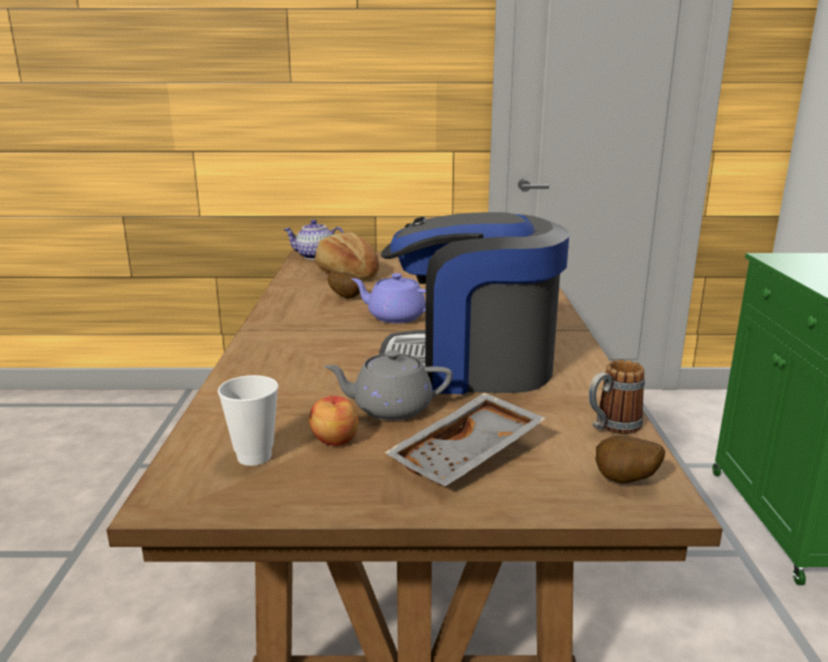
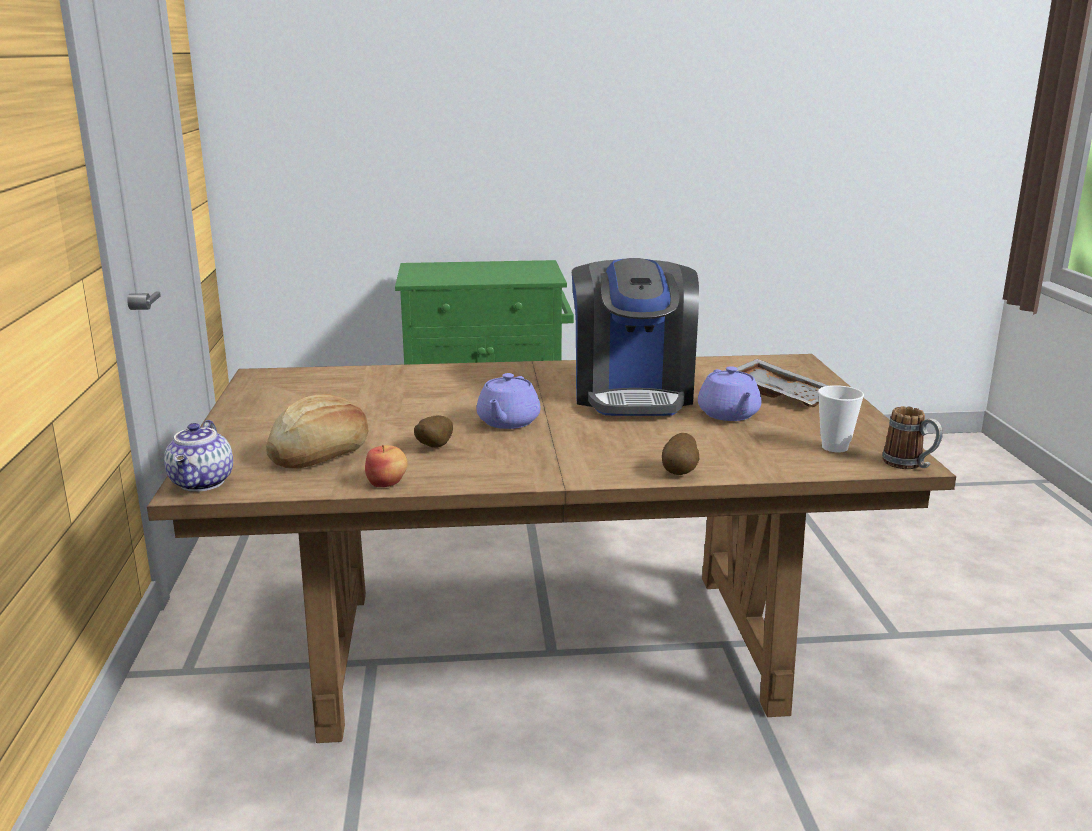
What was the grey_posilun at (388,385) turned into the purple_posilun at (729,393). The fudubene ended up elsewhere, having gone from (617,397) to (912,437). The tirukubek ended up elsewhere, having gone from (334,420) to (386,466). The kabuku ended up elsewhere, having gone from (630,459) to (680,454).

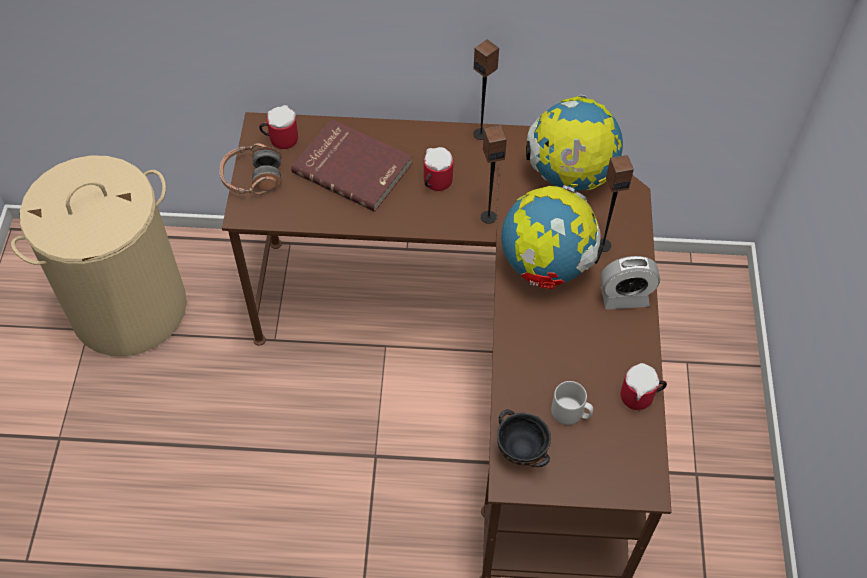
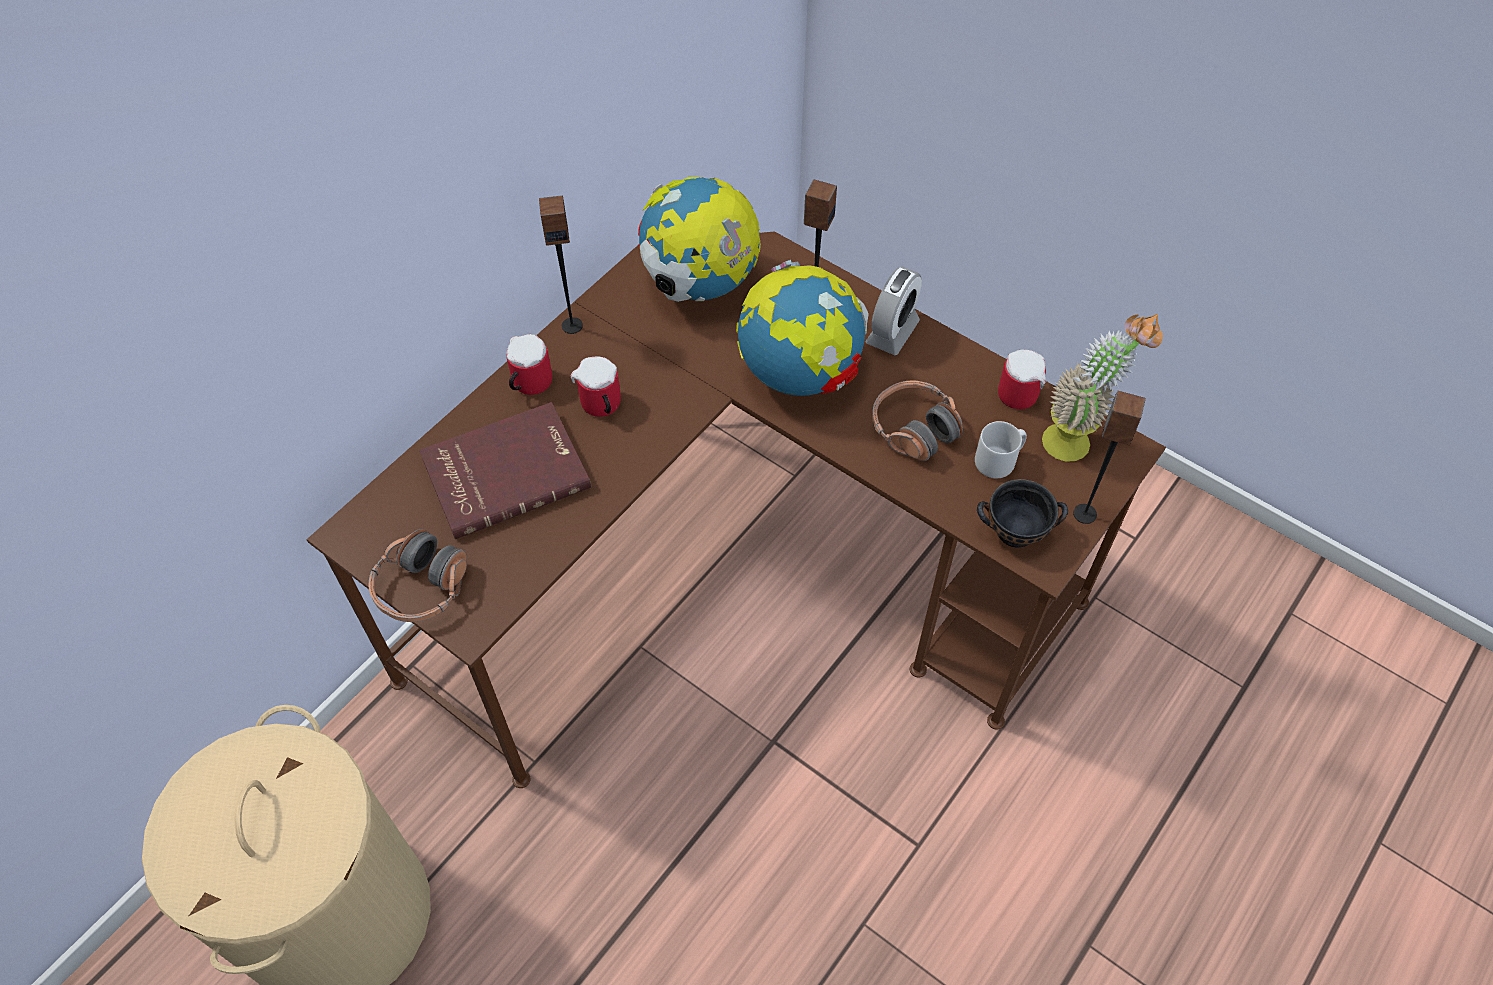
The fudubene ended up elsewhere, having gone from (278,127) to (529,364). The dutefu ended up elsewhere, having gone from (494,175) to (1109,457). The second view gained the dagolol at (1102,387). The second view gained the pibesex at (917,421).

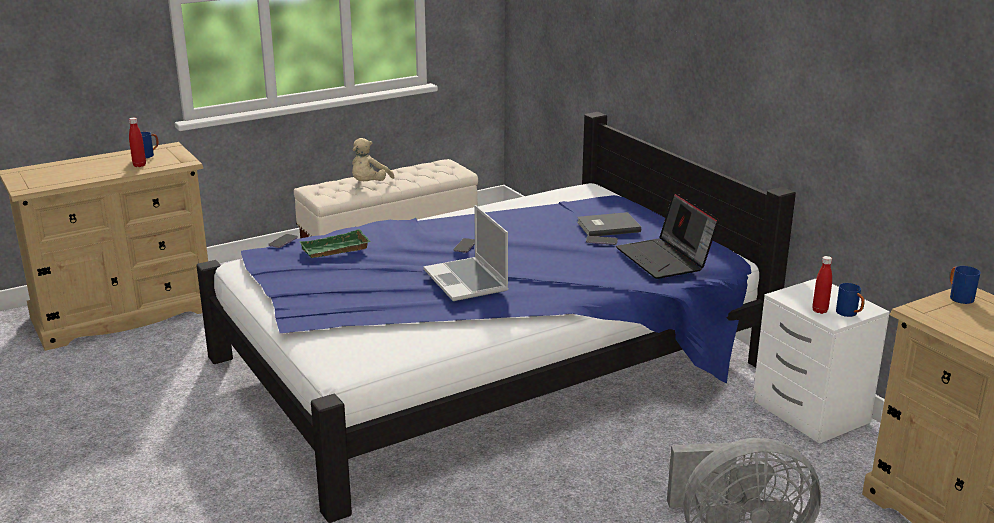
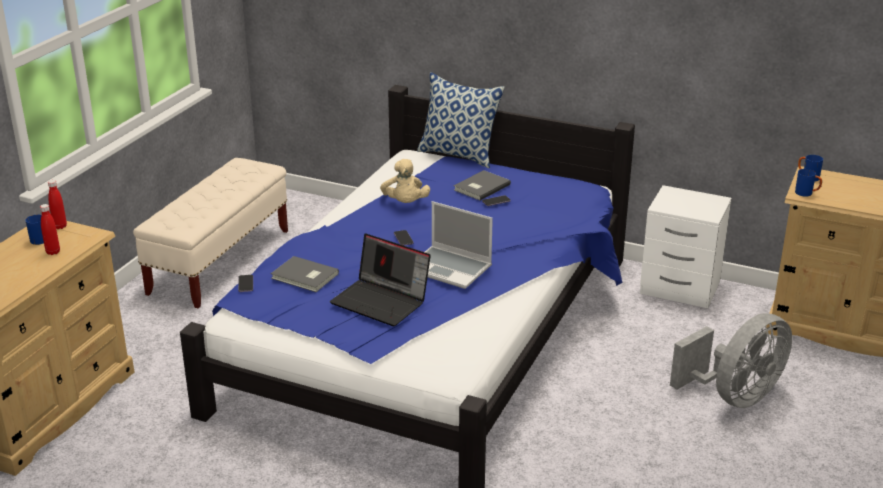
The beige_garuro ended up elsewhere, having gone from (373,159) to (405,181). The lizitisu ended up elsewhere, having gone from (667,235) to (380,279). Where the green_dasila stood at (335,243), the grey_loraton came to stand at (305,274). The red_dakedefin ended up elsewhere, having gone from (822,285) to (57,204). The blue_fudubene ended up elsewhere, having gone from (850,300) to (808,183). The second view gained the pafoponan at (461,120).

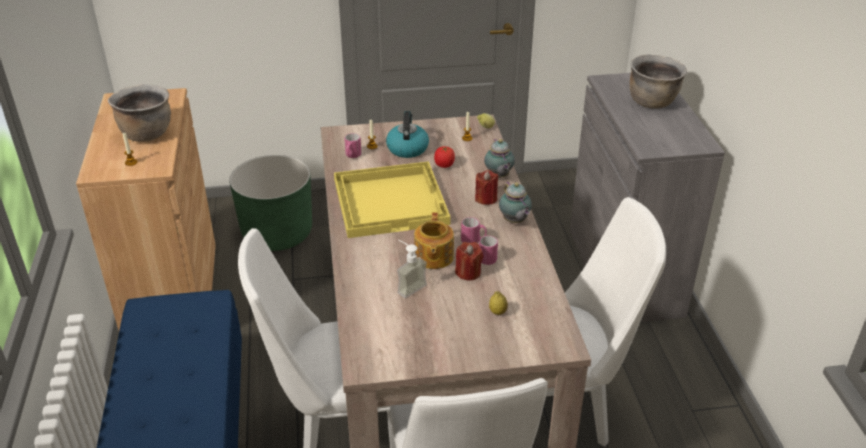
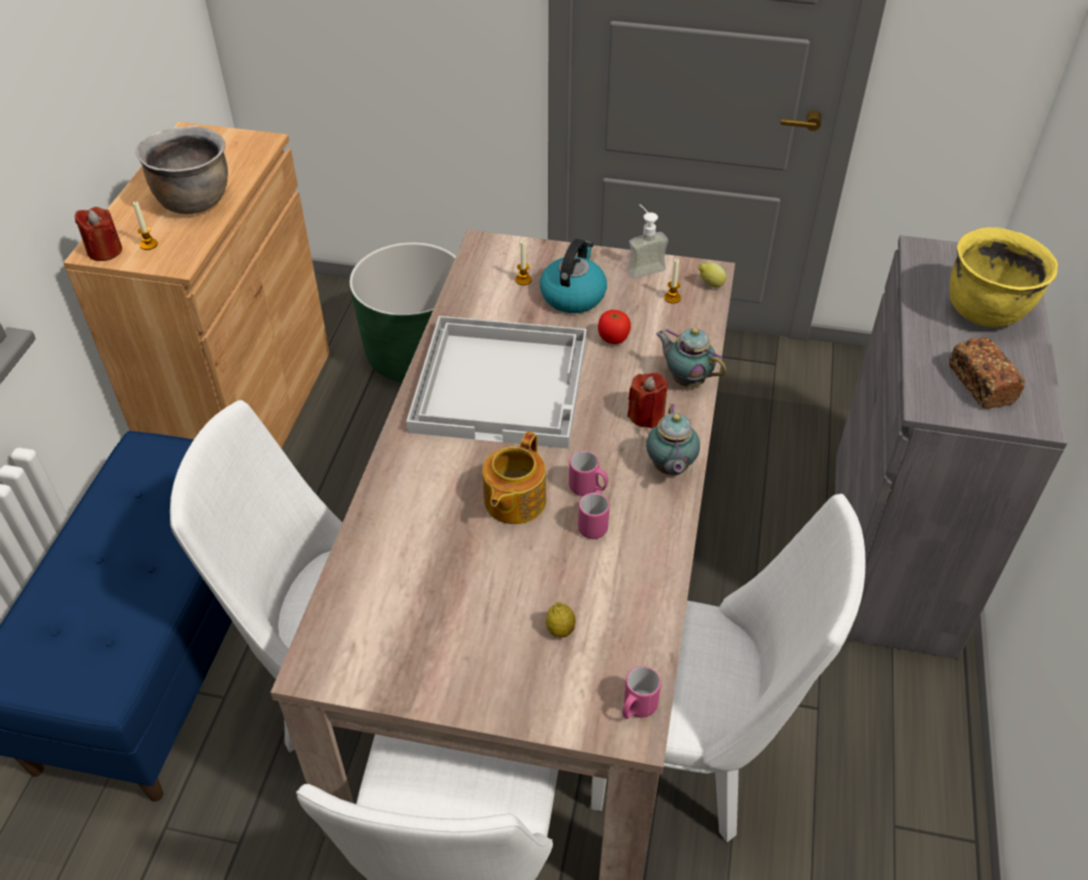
What was the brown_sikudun at (658,81) turned into the yellow_sikudun at (1004,277). The pink_fudubene ended up elsewhere, having gone from (352,145) to (641,692). The posilun at (499,158) ended up facing another way, 120 degrees clockwise from before. What was the yellow_dasila at (392,199) turned into the white_dasila at (496,382). The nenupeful ended up elsewhere, having gone from (412,269) to (647,241). The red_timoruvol ended up elsewhere, having gone from (469,261) to (98,234). The second view gained the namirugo at (987,373).

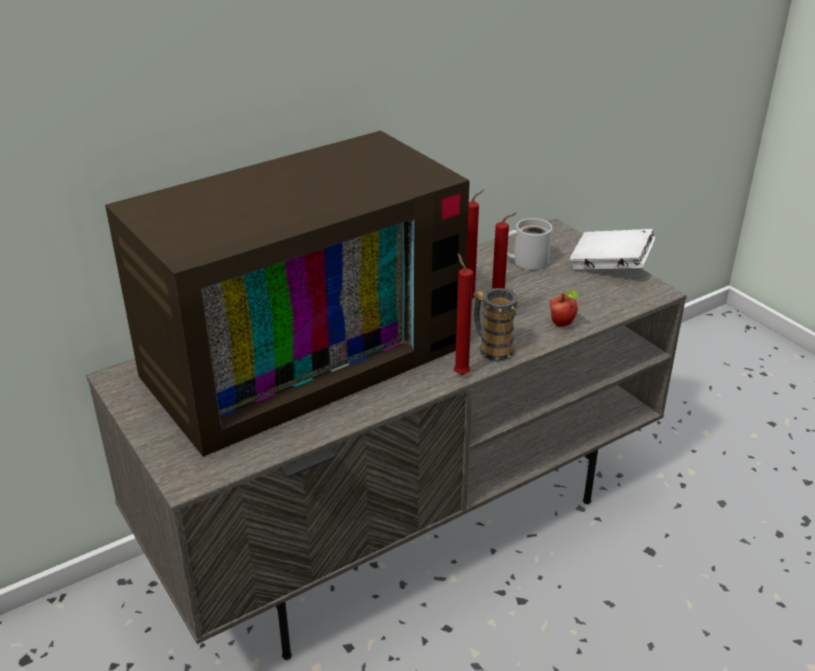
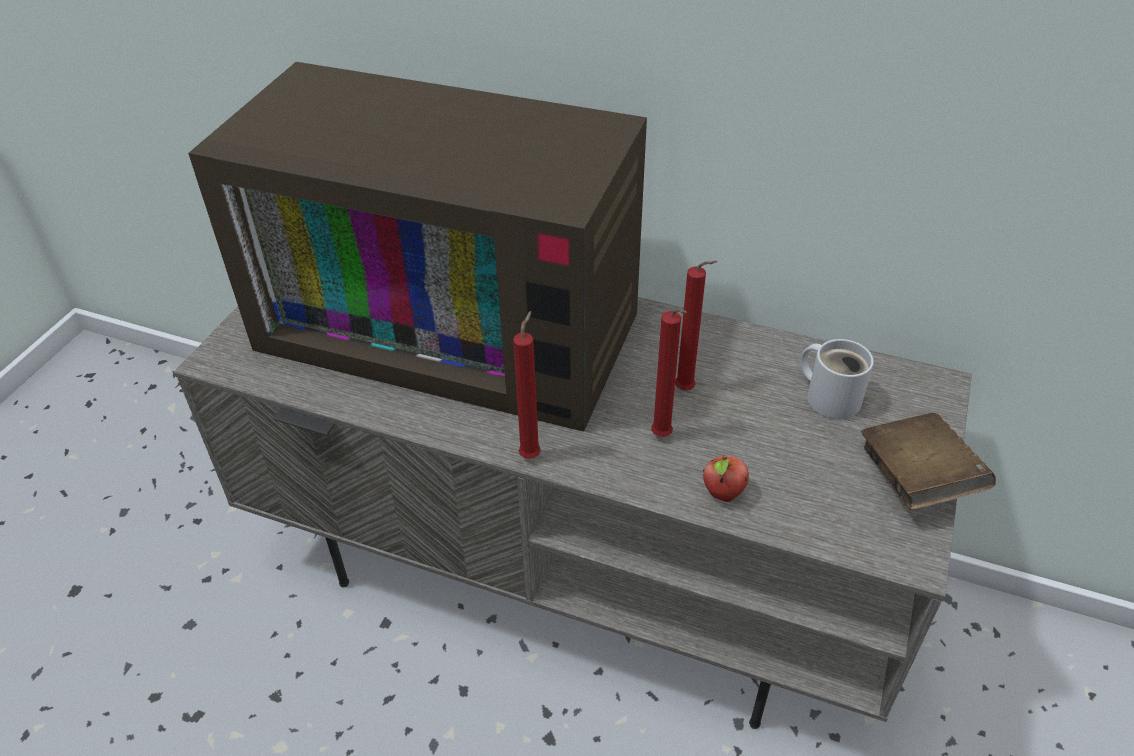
What was the white_loraton at (612,249) turned into the brown_loraton at (928,461). The second view lost the fudubene at (497,324).

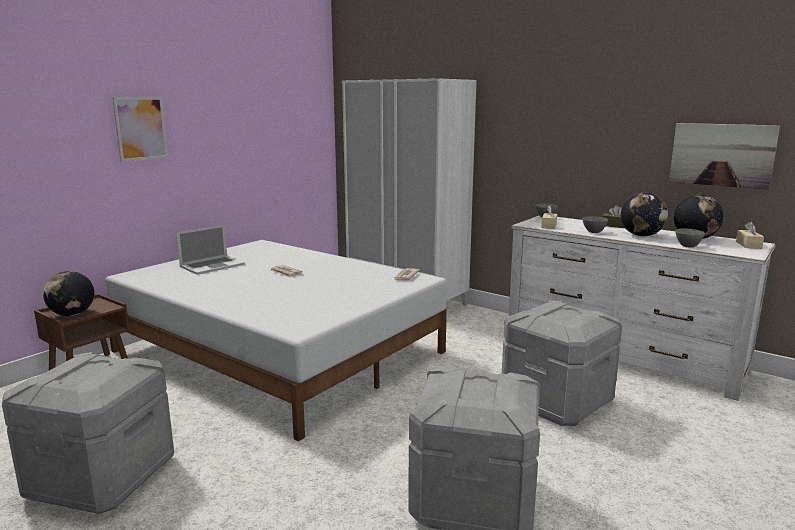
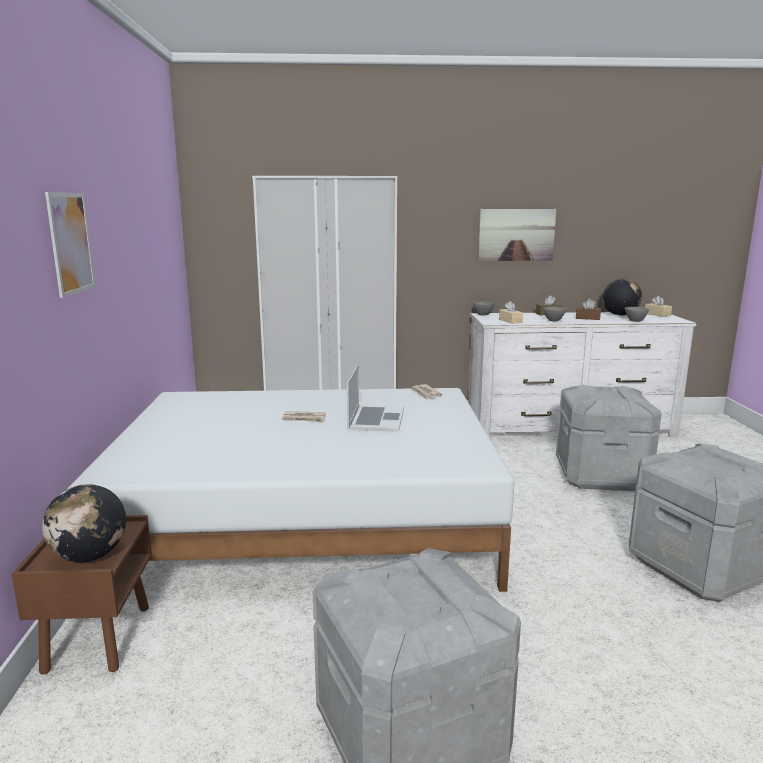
The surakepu ended up elsewhere, having gone from (724,156) to (517,235). Where the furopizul stood at (644,214), the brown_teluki came to stand at (588,309). The lizitisu ended up elsewhere, having gone from (210,250) to (375,398).

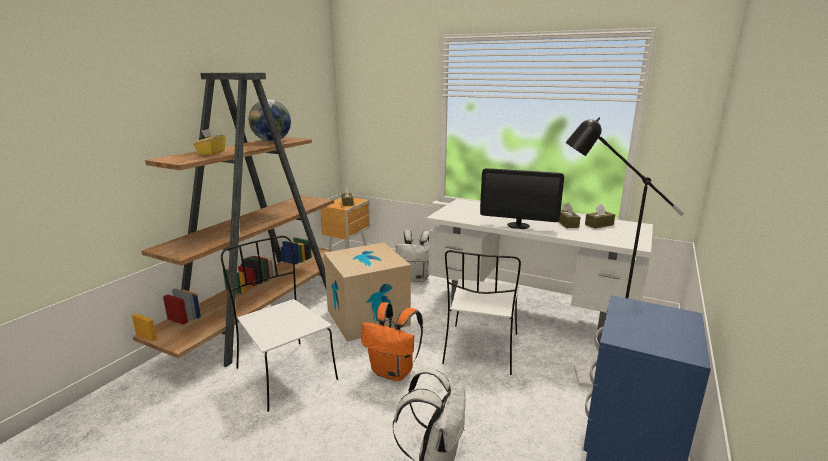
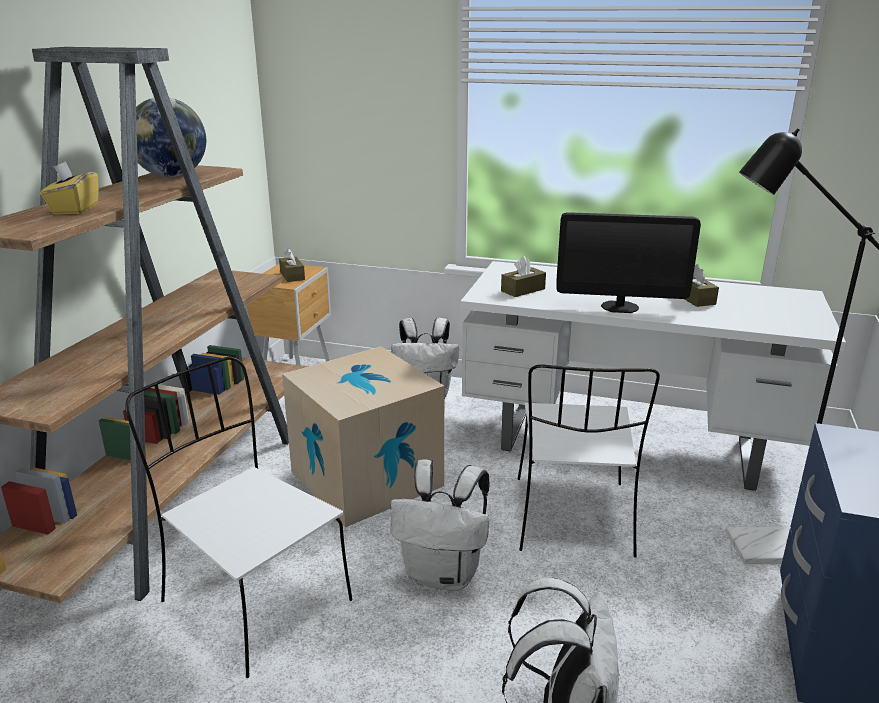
The brown_teluki ended up elsewhere, having gone from (600,216) to (523,276). What was the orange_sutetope at (392,341) turned into the white_sutetope at (440,525).

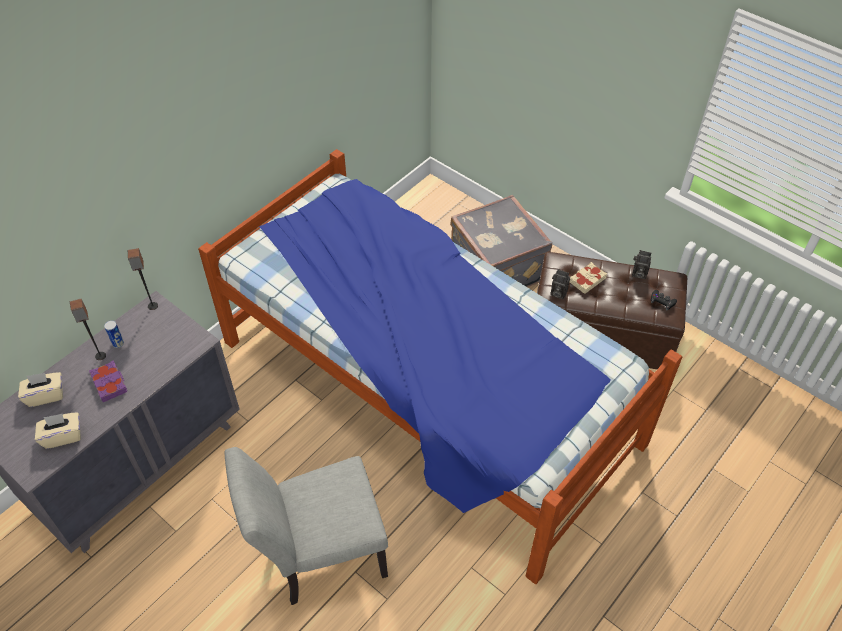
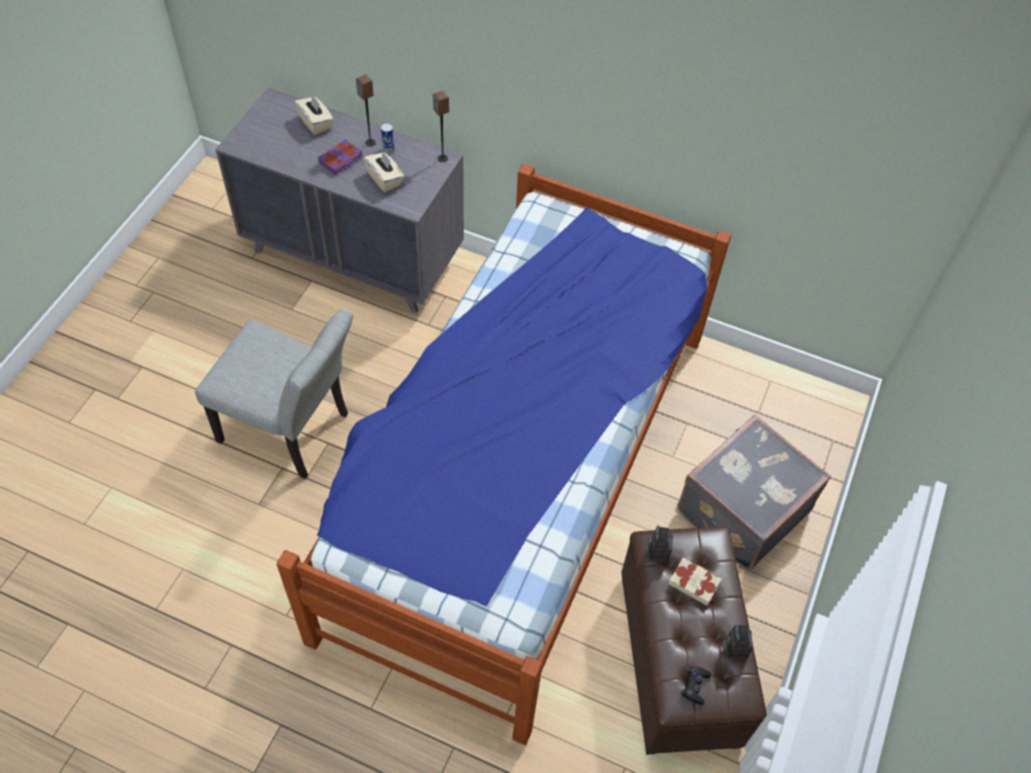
The beige_teluki ended up elsewhere, having gone from (58,430) to (384,171). The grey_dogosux at (306,526) ended up facing another way, 150 degrees clockwise from before.

